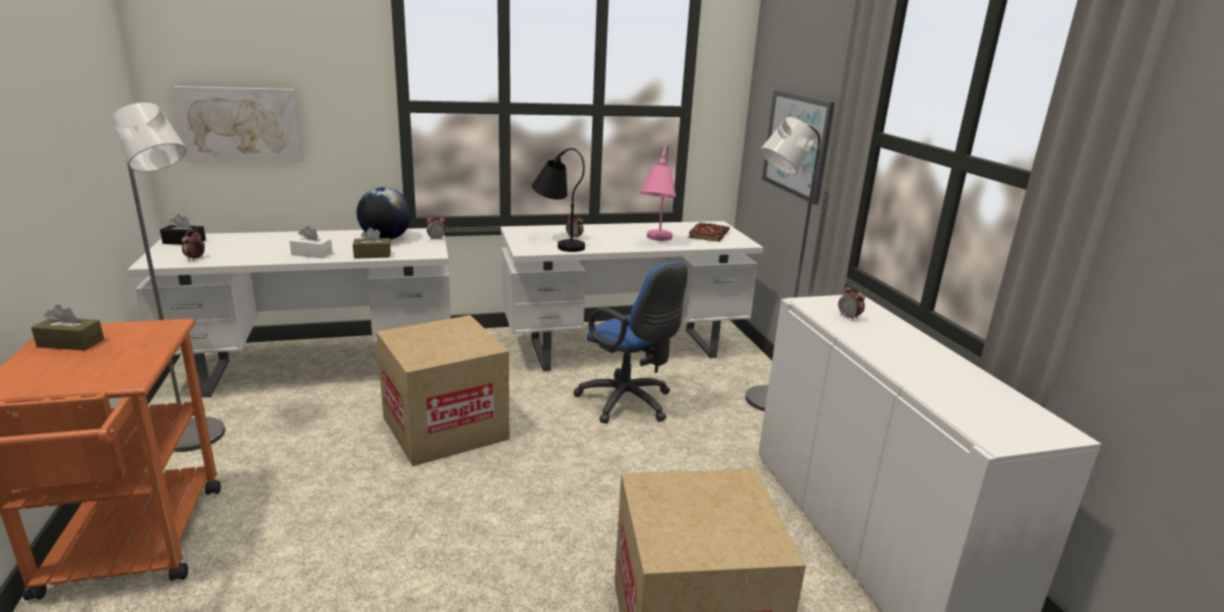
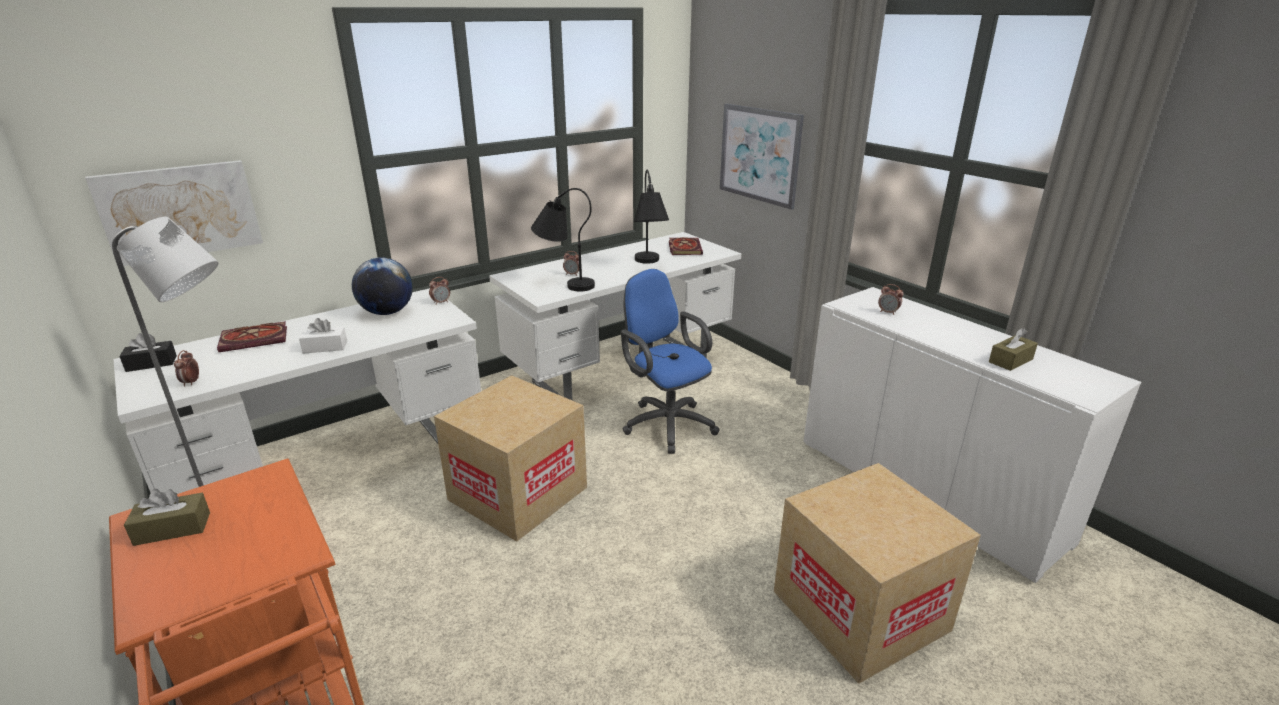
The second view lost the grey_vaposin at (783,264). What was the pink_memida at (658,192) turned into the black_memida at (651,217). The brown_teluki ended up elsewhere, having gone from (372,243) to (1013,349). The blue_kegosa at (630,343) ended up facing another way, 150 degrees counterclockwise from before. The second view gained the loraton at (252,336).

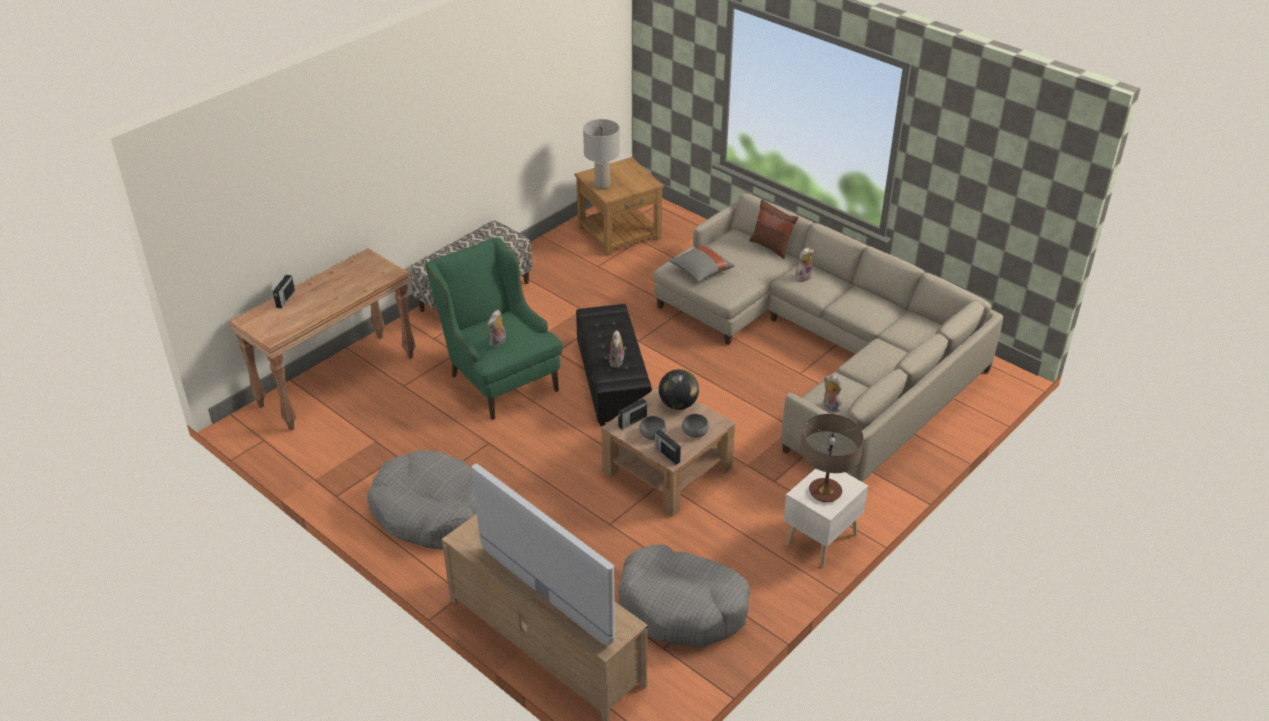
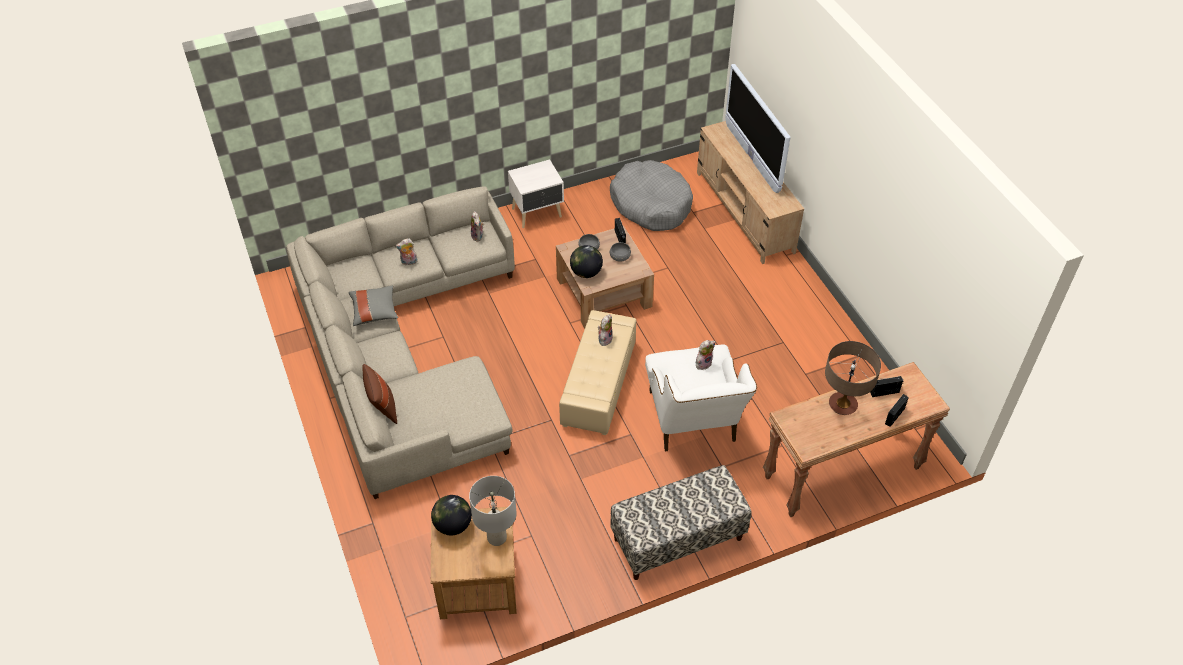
What was the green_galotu at (493,329) turned into the white_galotu at (701,398). The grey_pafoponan ended up elsewhere, having gone from (701,263) to (373,306). The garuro ended up elsewhere, having gone from (805,264) to (406,251). What was the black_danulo at (614,365) turned into the beige_danulo at (597,372). The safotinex ended up elsewhere, having gone from (632,414) to (886,386). The memida ended up elsewhere, having gone from (832,458) to (853,378). The second view lost the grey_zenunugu at (422,500). The second view gained the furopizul at (451,515).

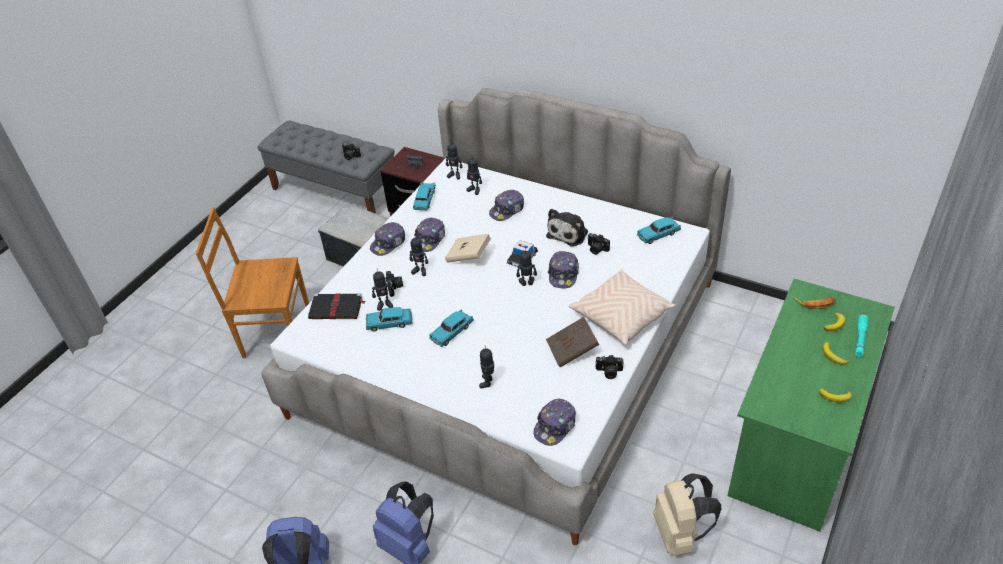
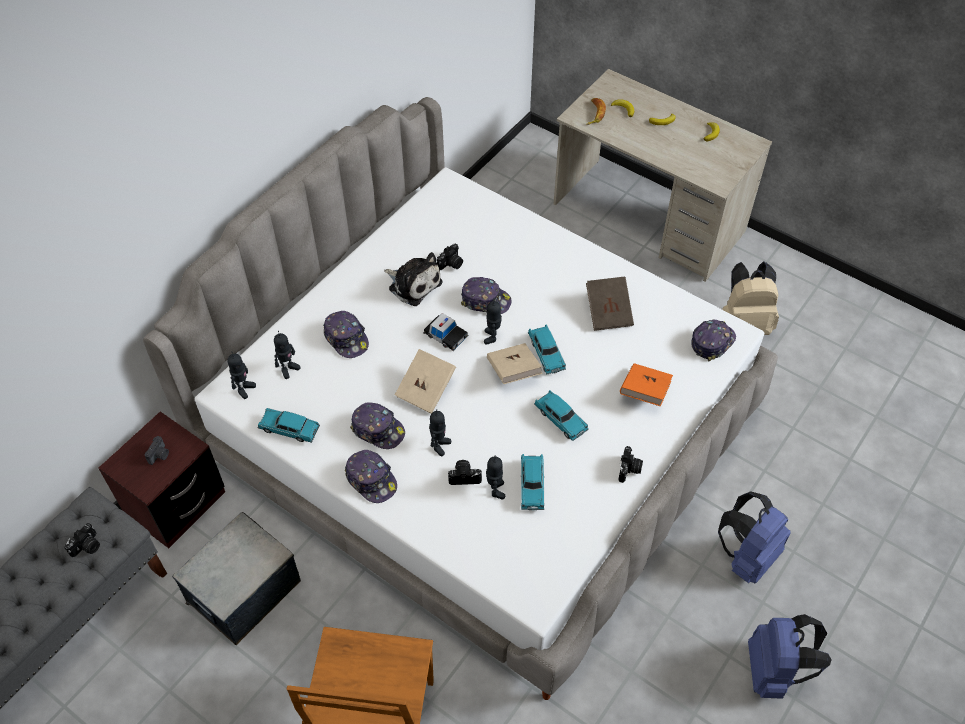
The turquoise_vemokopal ended up elsewhere, having gone from (659,230) to (547,349). The second view lost the beige_pafoponan at (622,307). What was the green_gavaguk at (811,405) turned into the beige_gavaguk at (662,175). The second view lost the black_loraton at (337,306). The second view lost the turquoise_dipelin at (862,336). Where the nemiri stood at (486,368), the orange_loraton came to stand at (646,385). The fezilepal ended up elsewhere, having gone from (609,367) to (630,464). The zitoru at (554,422) ended up facing another way, 90 degrees counterclockwise from before. The second view gained the beige_loraton at (515,363).

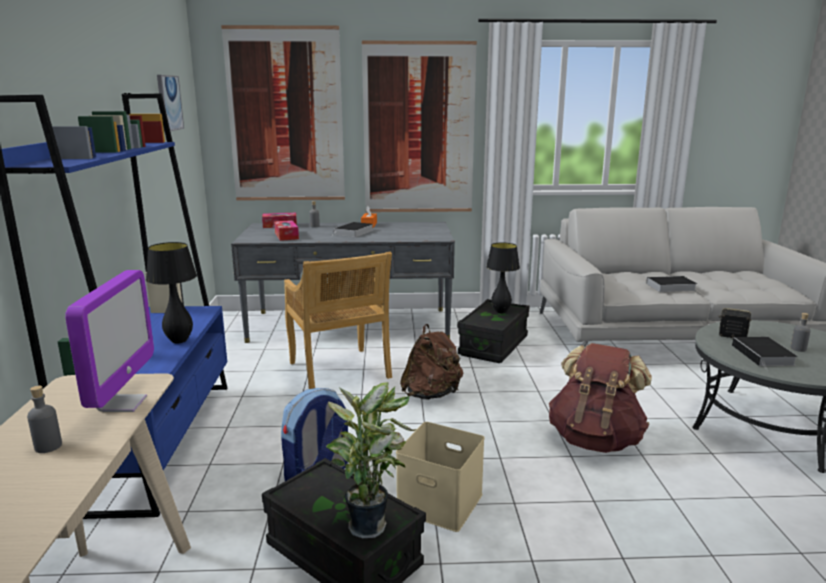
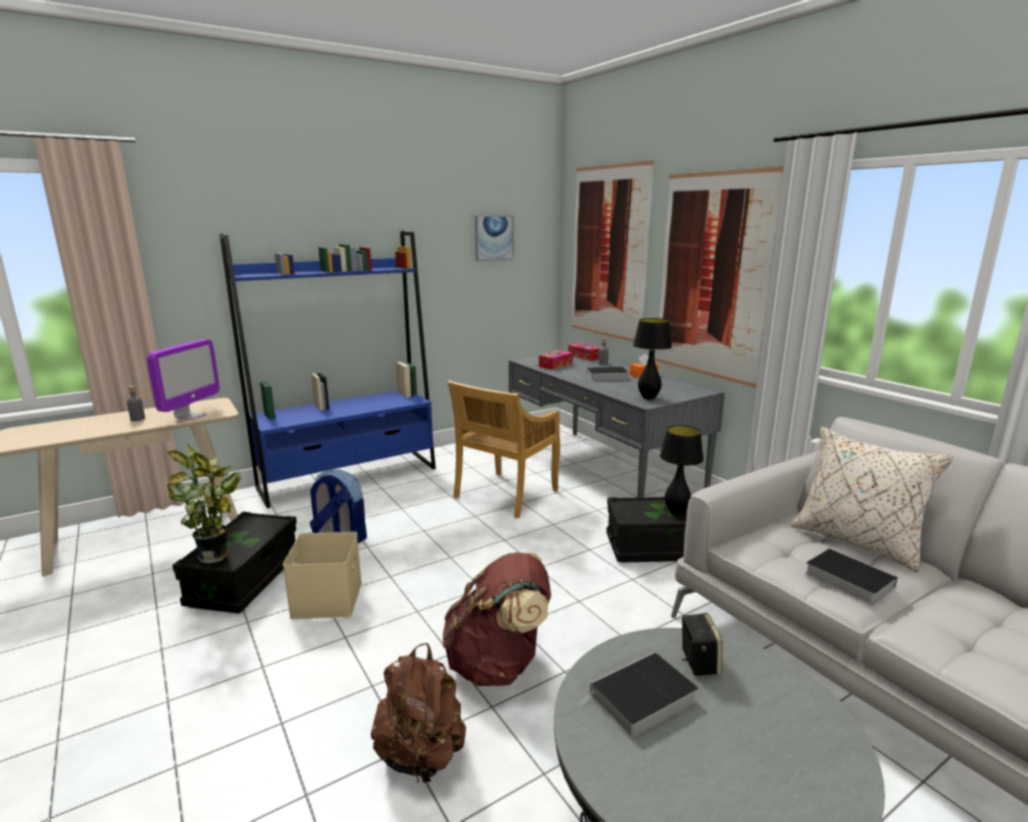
The black_memida ended up elsewhere, having gone from (171,293) to (652,358). The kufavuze at (109,341) ended up facing another way, 45 degrees counterclockwise from before. The second view lost the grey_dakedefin at (800,332). The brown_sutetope ended up elsewhere, having gone from (432,362) to (418,712). The second view gained the beige_pafoponan at (872,500).

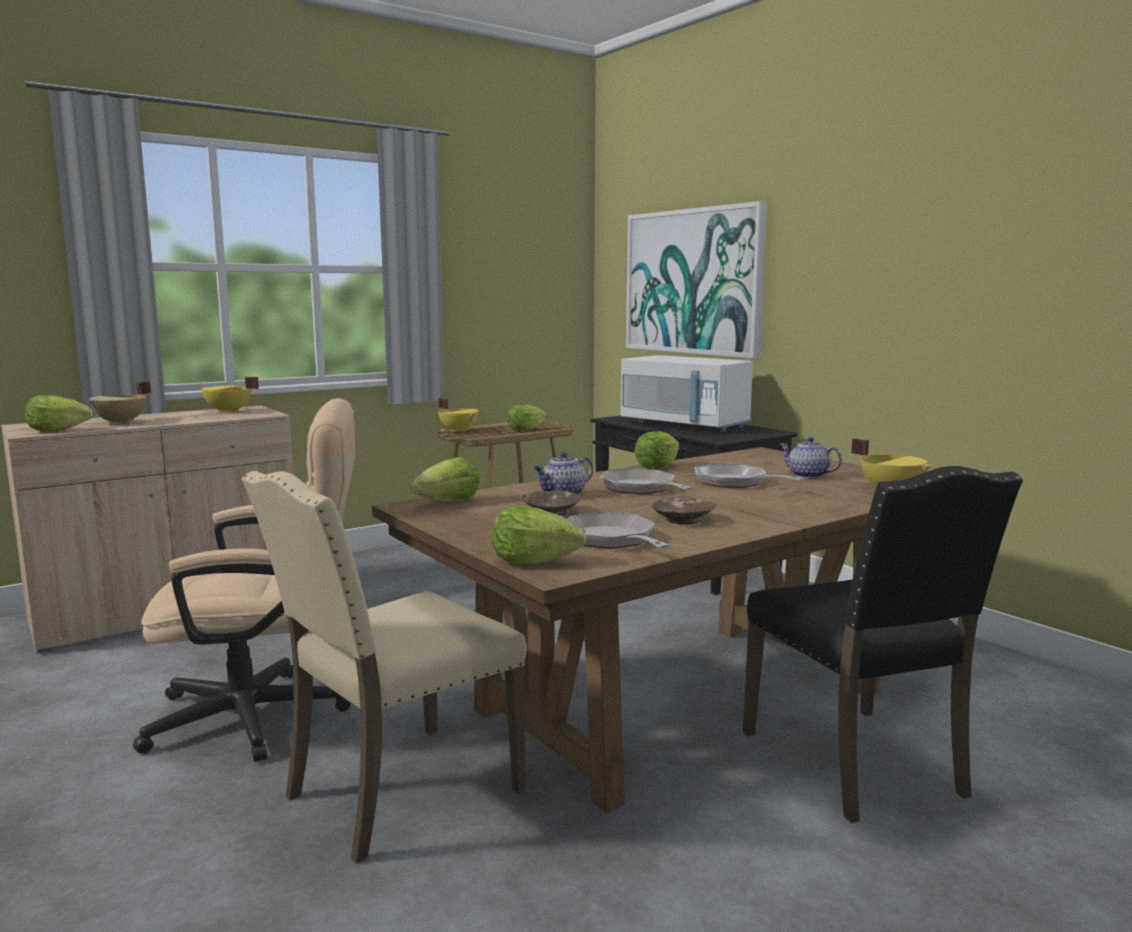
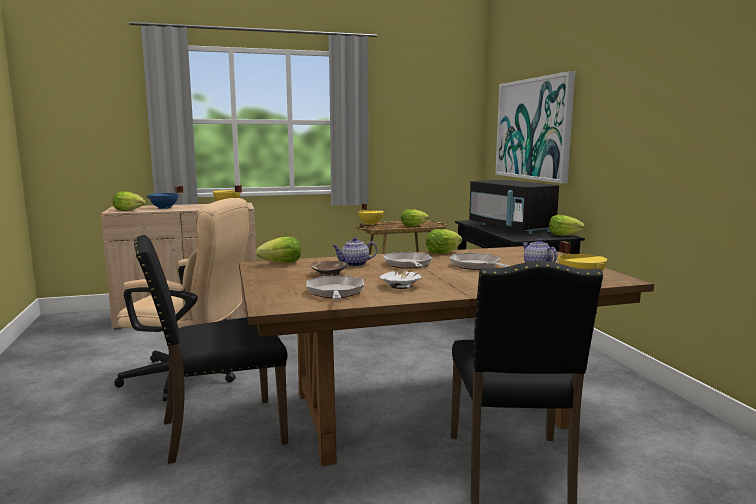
What was the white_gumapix at (687,393) turned into the black_gumapix at (514,207). What was the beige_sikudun at (120,403) turned into the blue_sikudun at (164,197). What was the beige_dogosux at (384,667) turned into the black_dogosux at (211,349). What was the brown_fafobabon at (683,511) turned into the white_fafobabon at (400,280). The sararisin ended up elsewhere, having gone from (539,535) to (567,225).

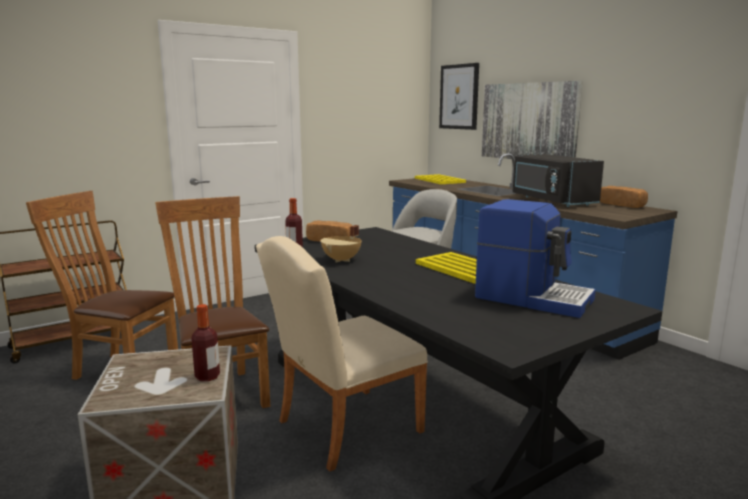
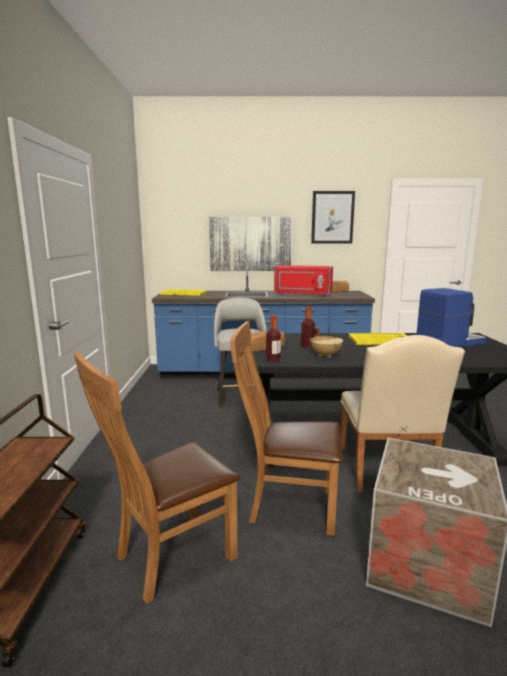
The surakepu ended up elsewhere, having gone from (459,96) to (333,217). What was the black_gumapix at (558,180) turned into the red_gumapix at (303,280). The dakedefin ended up elsewhere, having gone from (205,342) to (308,327).

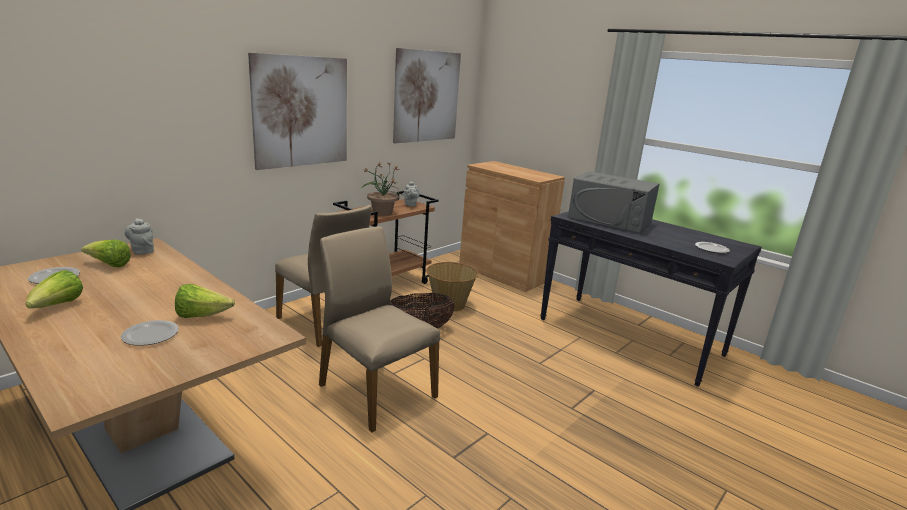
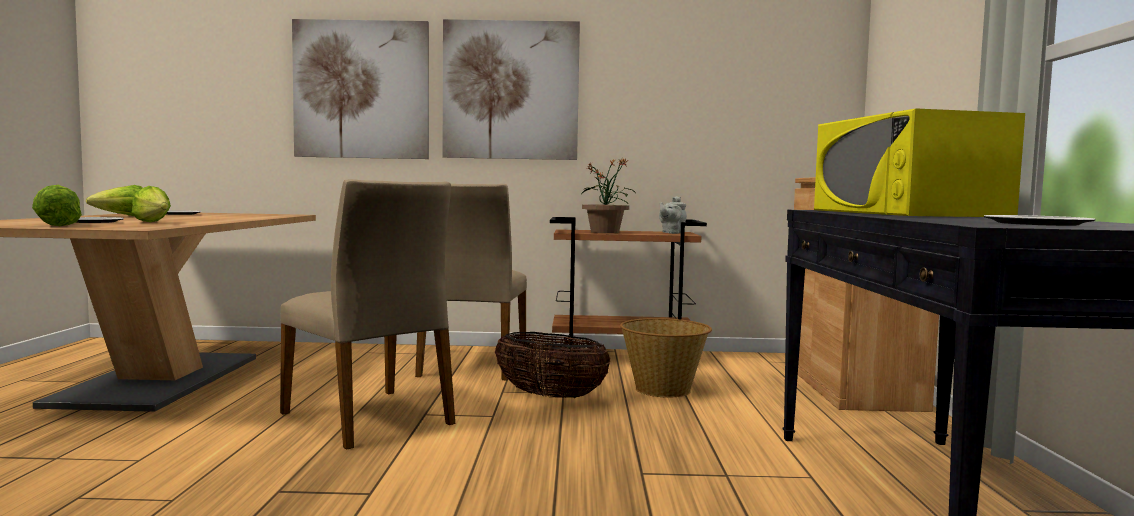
The surakepu ended up elsewhere, having gone from (427,95) to (360,89). What was the grey_gumapix at (614,202) turned into the yellow_gumapix at (919,162). The second view lost the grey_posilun at (139,236). The beige_dogosux at (379,329) ended up facing another way, 135 degrees clockwise from before. The sararisin ended up elsewhere, having gone from (106,253) to (57,205).

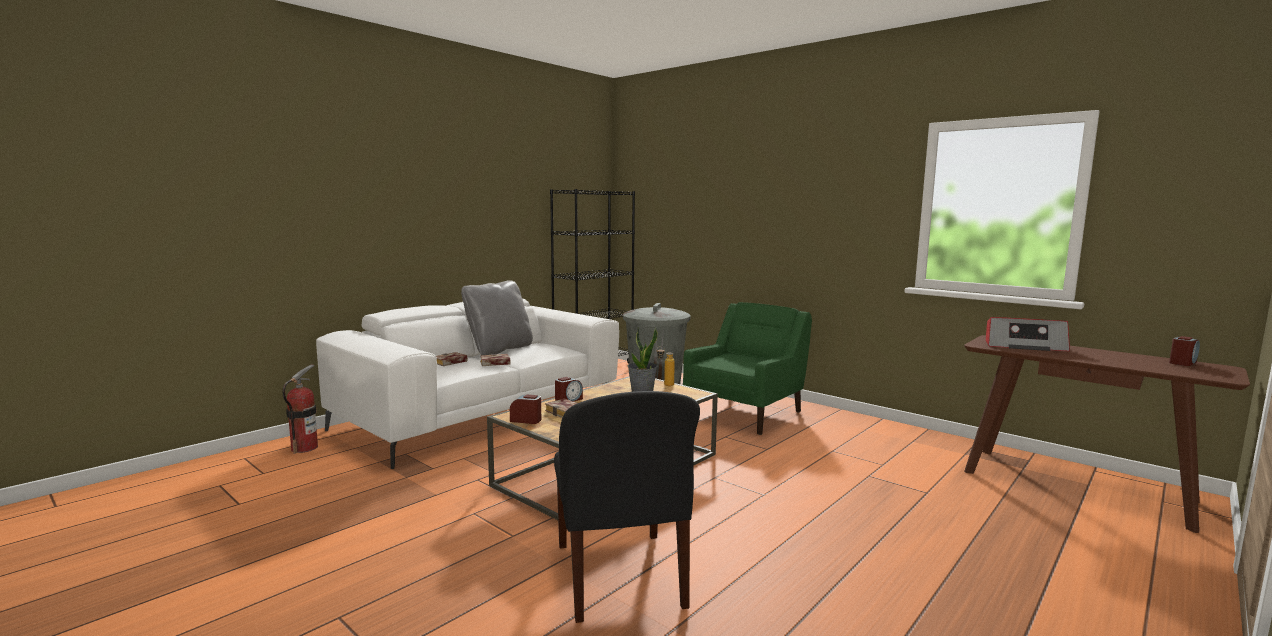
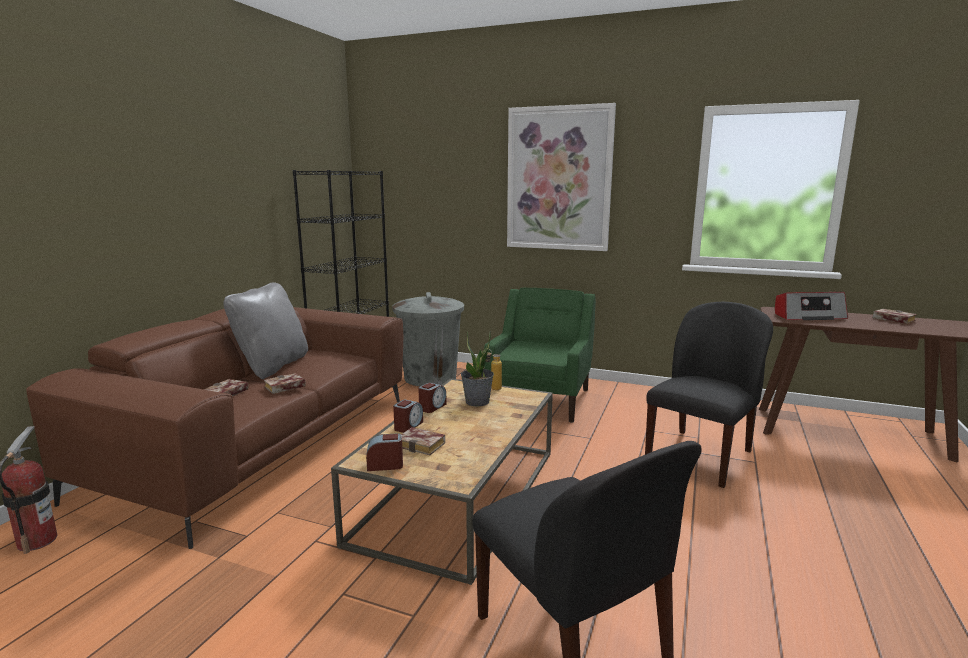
What was the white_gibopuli at (467,384) turned into the brown_gibopuli at (214,428). The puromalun ended up elsewhere, having gone from (1184,351) to (432,398). The second view gained the surakepu at (561,177). The second view gained the black_dogosux at (709,395). The second view gained the loraton at (895,316).

